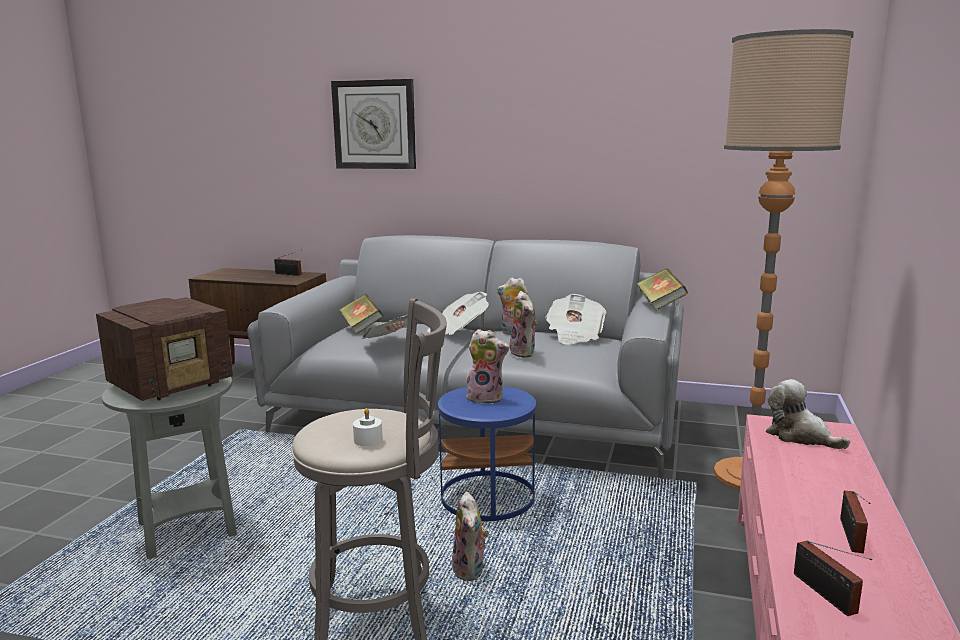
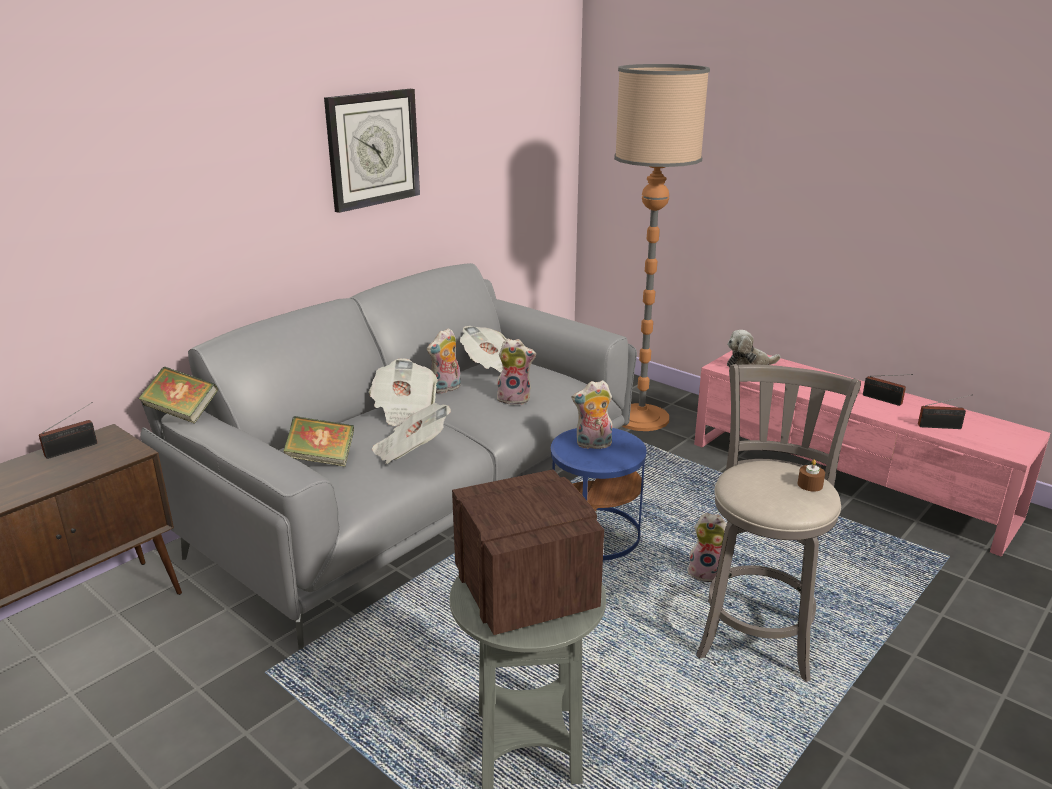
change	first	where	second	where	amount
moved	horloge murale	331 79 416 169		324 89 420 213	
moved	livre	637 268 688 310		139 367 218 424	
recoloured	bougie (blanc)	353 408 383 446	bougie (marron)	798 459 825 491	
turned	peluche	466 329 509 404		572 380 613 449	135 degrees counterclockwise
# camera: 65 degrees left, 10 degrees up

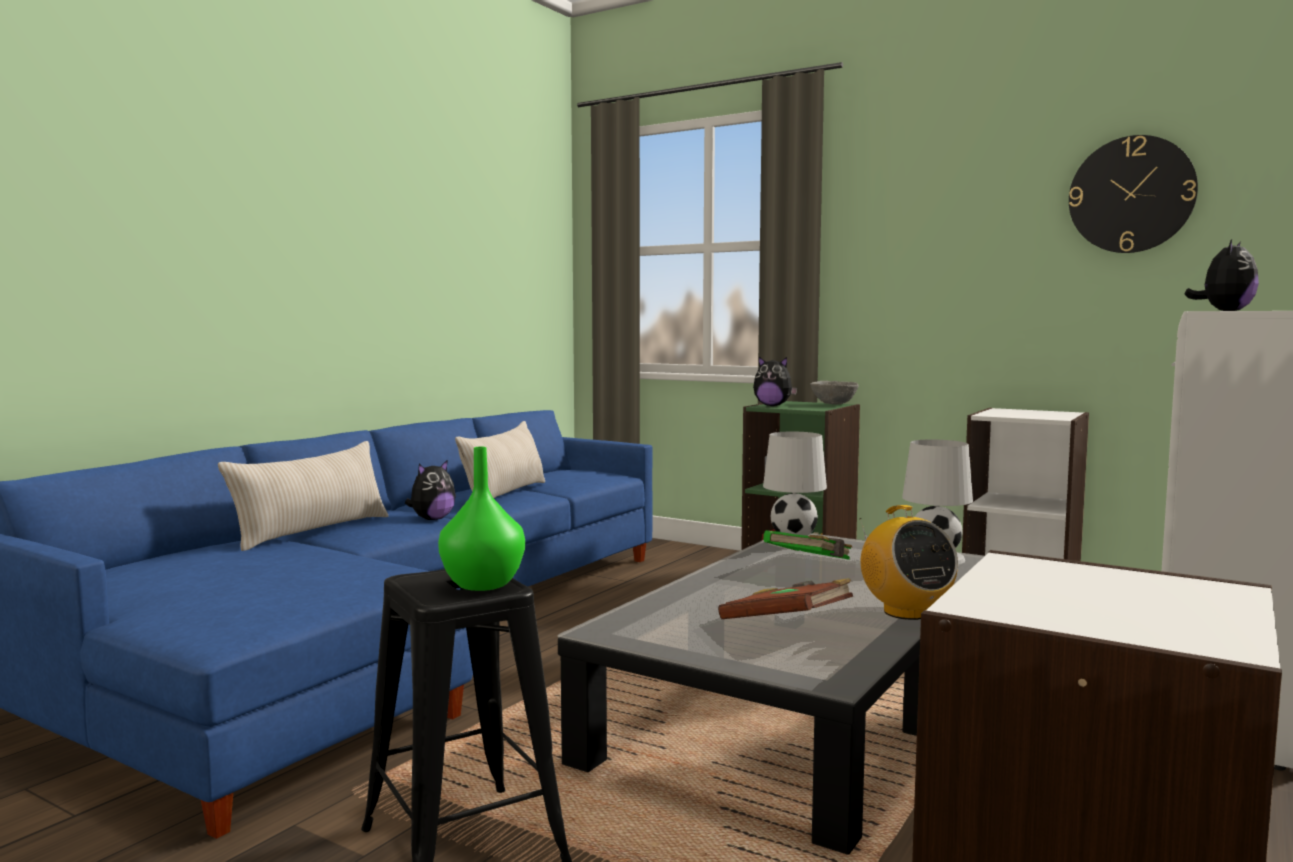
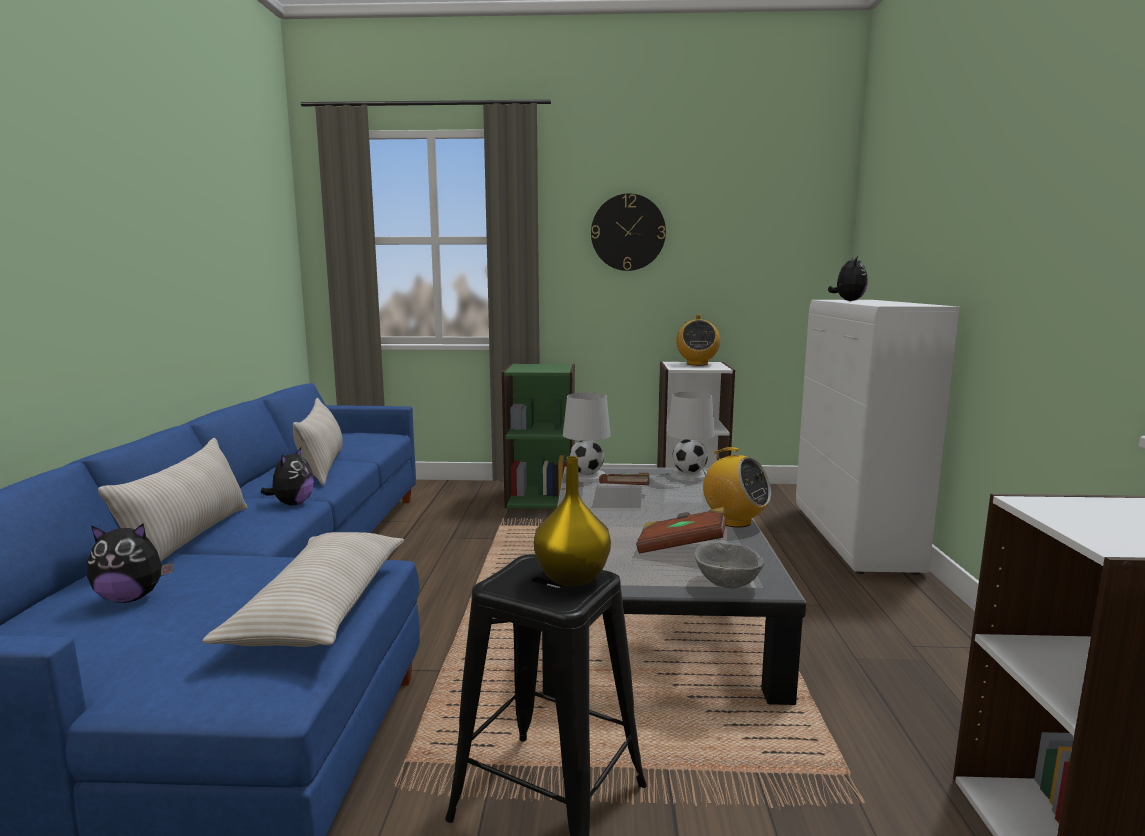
change	first	where	second	where	amount
added			coussin (beige)	202 532 404 647	
added			radio	676 314 720 366	
moved	peluche	753 357 798 406		87 523 174 603	
moved	bol (gris)	810 381 859 405		694 542 764 588	
moved	horloge murale	1069 135 1198 253		591 193 666 271	
recoloured	vase (vert)	438 447 525 591	vase (jaune)	534 456 611 586	
recoloured	livre (vert)	763 530 852 560	livre (marron)	599 473 650 485	
# camera: 30 degrees left, 5 degrees up

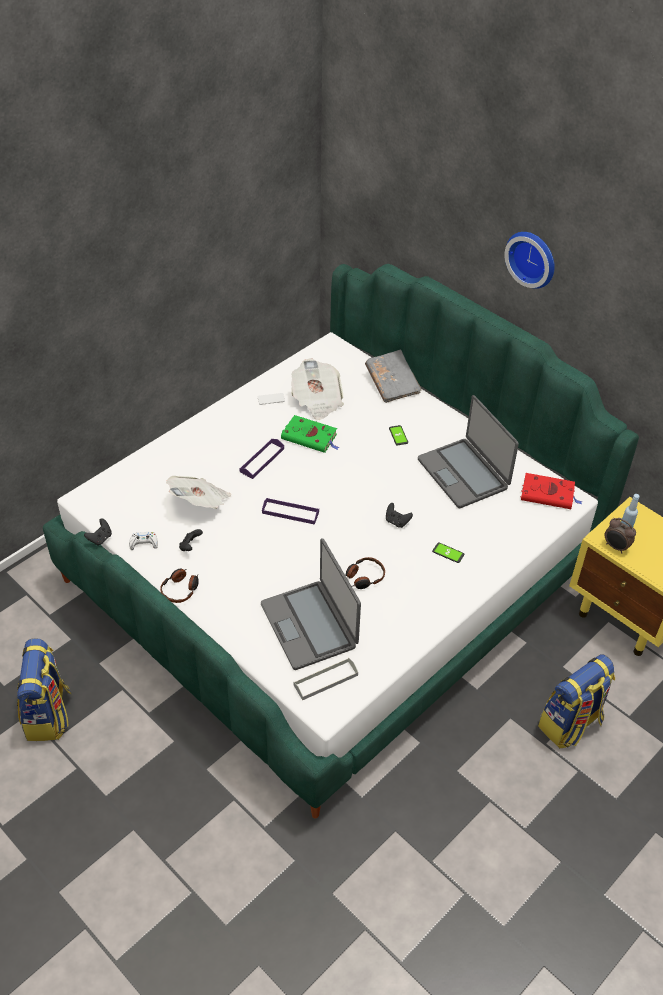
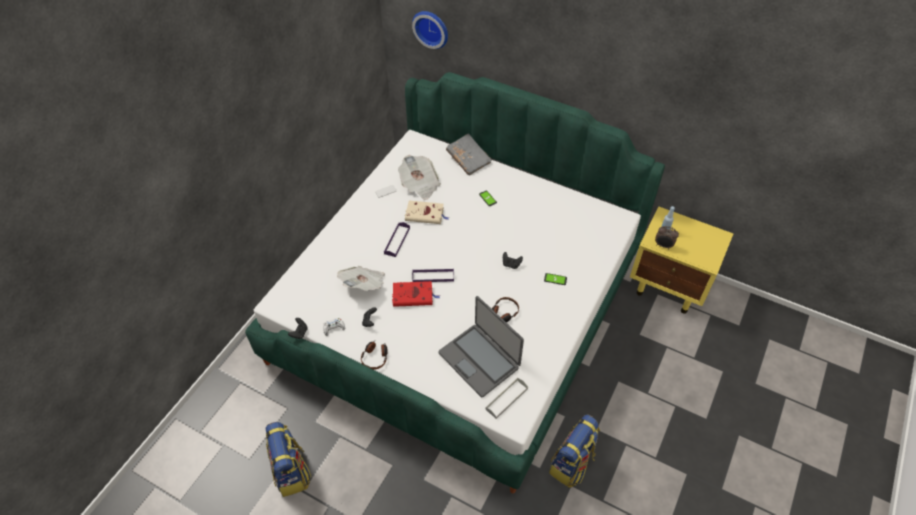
change	first	where	second	where	amount
removed	ordinateur portable	418 395 519 508			
moved	horloge murale	504 232 555 289		412 11 448 49	
moved	livre (rouge)	520 473 582 509		392 281 440 307	
moved	sac à dos	538 654 615 748		549 415 600 488	
recoloured	livre (vert)	281 415 339 453	livre (beige)	405 200 449 224	
# camera: 15 degrees left, 5 degrees up

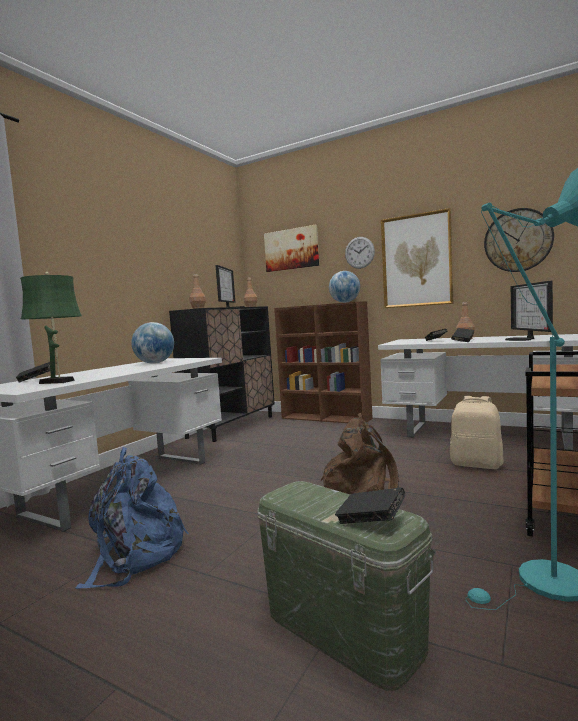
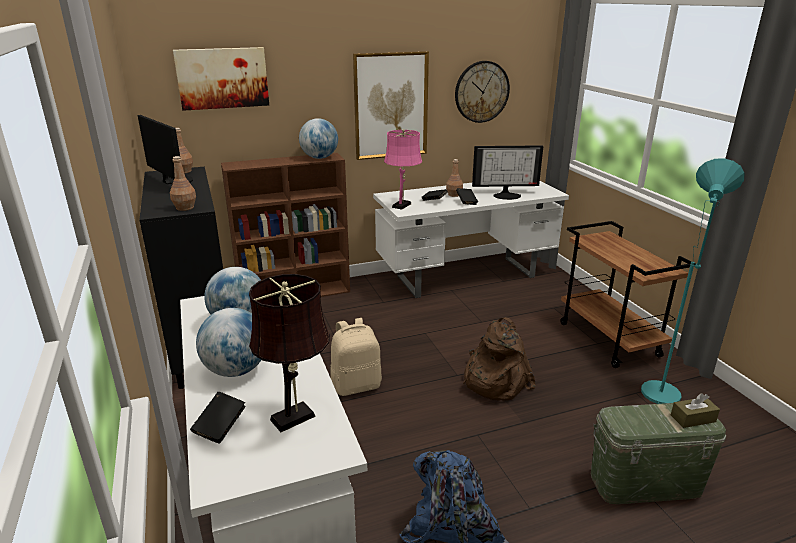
change	first	where	second	where	amount
removed	horloge murale	345 237 375 269			
added			globe	196 308 261 377	
added			lampe de table (rose)	384 129 422 210	
moved	sac à dos (beige)	450 396 504 469		330 318 382 396	
replaced	livre (noir)	335 487 406 524	boîte à mouchoirs (marron)	671 393 720 428	
recoloured	lampe de table (vert)	20 272 82 384	lampe de table (marron)	249 274 330 432	
turned	écran d'ordinateur	505 281 553 341		472 145 543 200	45 degrees counterclockwise
# camera: 50 degrees left, 20 degrees up

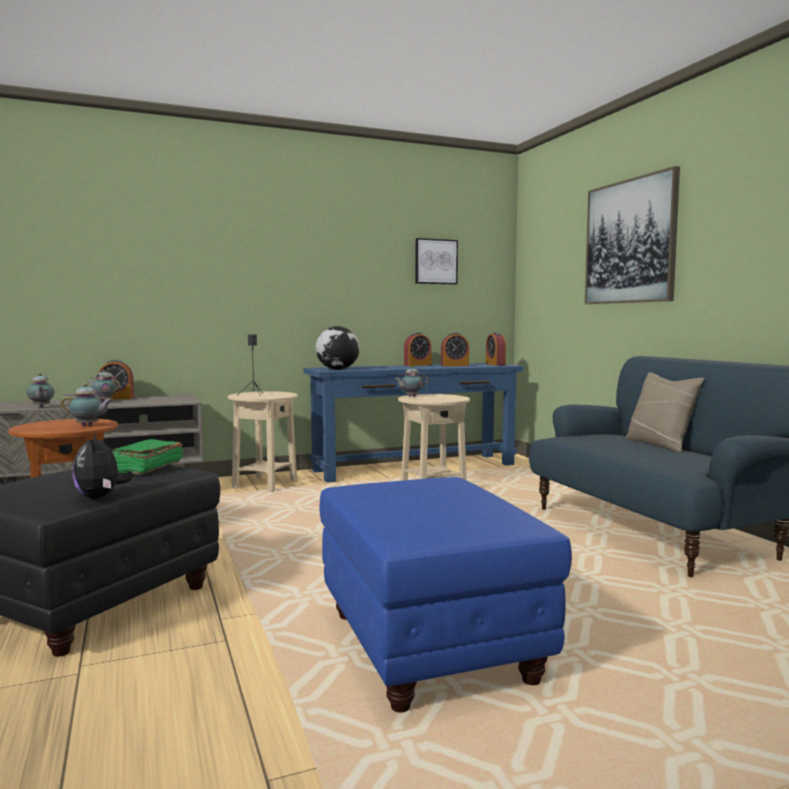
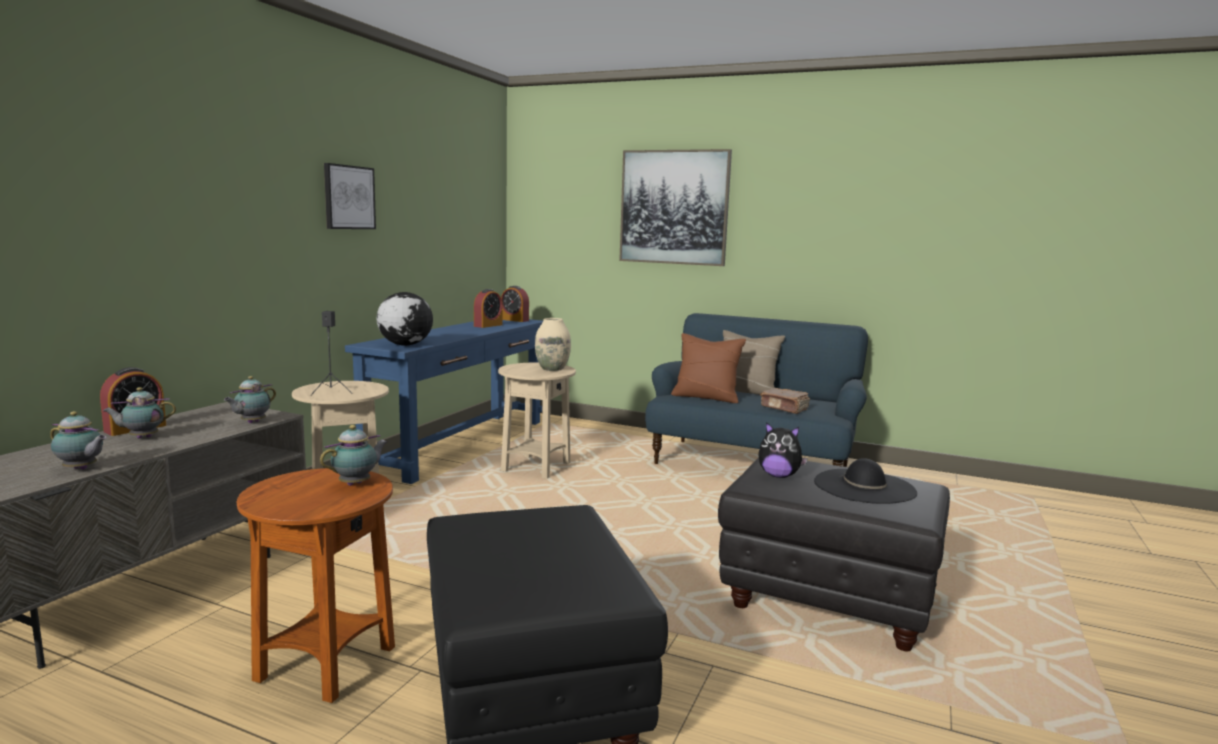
change	first	where	second	where	amount
removed	livre (vert)	112 439 183 475			
removed	réveil	404 332 431 366			
added			vase (beige)	535 318 571 371	
added			coussin (marron)	671 333 746 403	
added			livre (marron)	760 388 810 414	
added			chapeau (noir)	814 458 917 504	
moved	peluche	72 432 133 499		758 422 808 478	
moved	théière	394 366 429 397		224 376 276 423	
moved	tableau	415 238 458 284		324 163 376 229	
recoloured	pouf (bleu)	320 477 572 713	pouf (noir)	718 457 950 651	
# camera: 45 degrees left, 5 degrees up

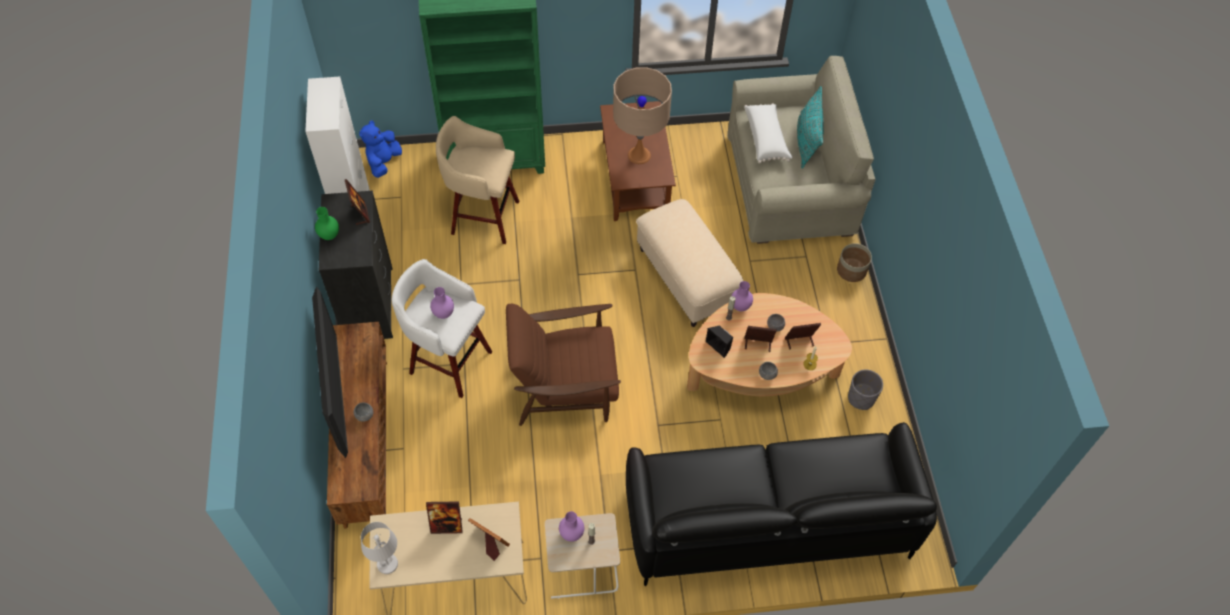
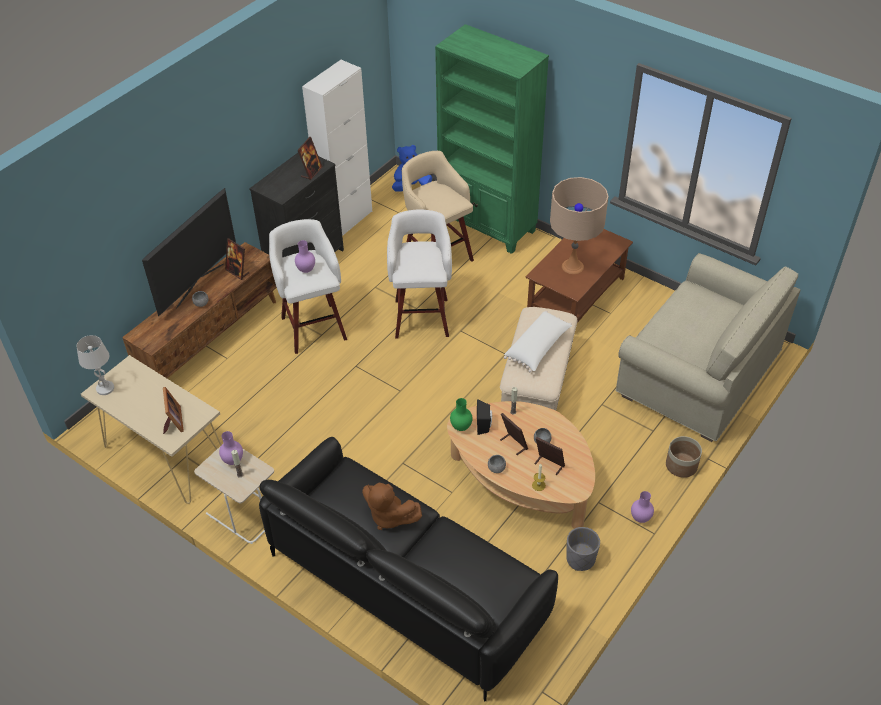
change	first	where	second	where	amount
removed	fauteuil (marron)	506 304 621 426			
removed	coussin (turquoise)	797 86 824 169			
added			peluche (marron)	362 483 422 530	
added			tabouret (blanc)	387 209 452 338	
moved	vase (vert)	315 207 339 240		450 398 473 431	
moved	cadre photo	426 501 463 534		225 238 249 280	
moved	vase (violet)	731 281 753 311		631 491 654 523	
moved	coussin (blanc)	744 103 793 164		504 311 572 372	
# camera: 45 degrees right, 10 degrees down

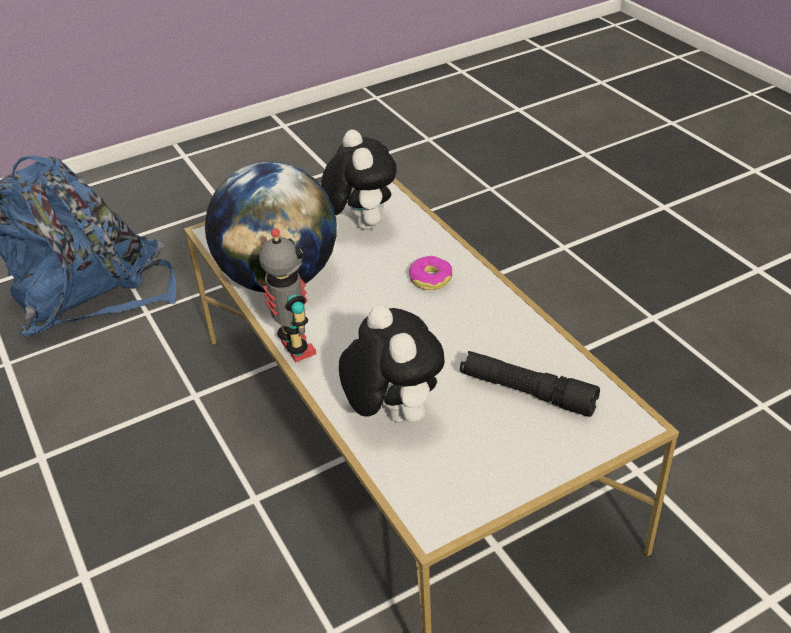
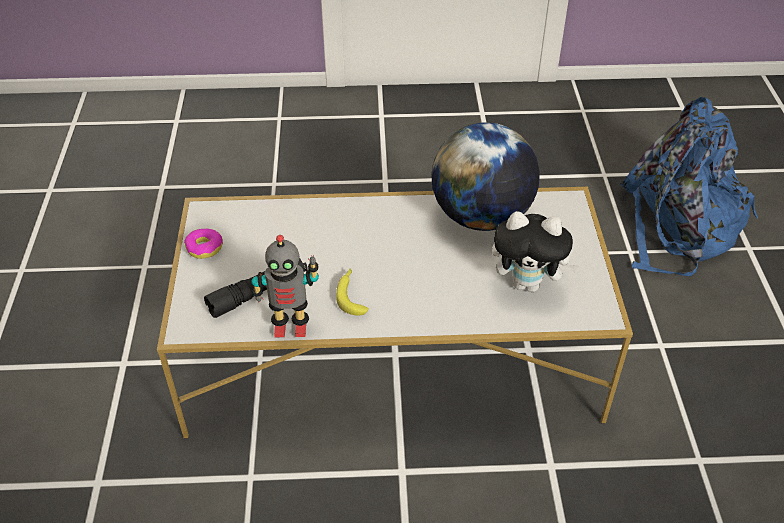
change	first	where	second	where	amount
removed	peluche	339 305 445 423			
added			banane	336 268 369 316	
moved	robot jouet	259 228 316 362		251 235 319 337	
moved	beignet	409 256 453 290		184 229 223 259	
# camera: 115 degrees right, 5 degrees up

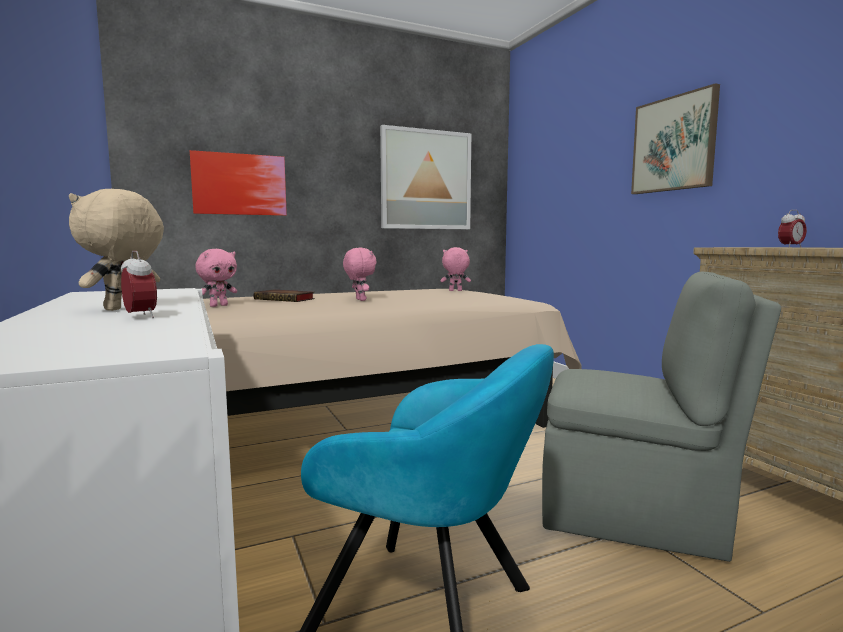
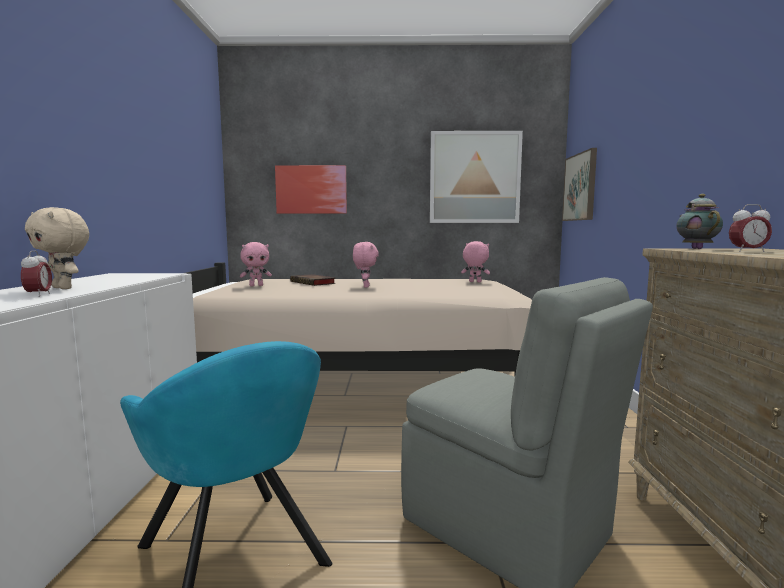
change	first	where	second	where	amount
added			théière	676 194 723 249	
moved	tableau	631 83 720 194		562 148 597 221	
turned	peluche (beige)	69 189 164 311		25 207 89 289	105 degrees counterclockwise
# camera: 25 degrees right, 0 degrees up

